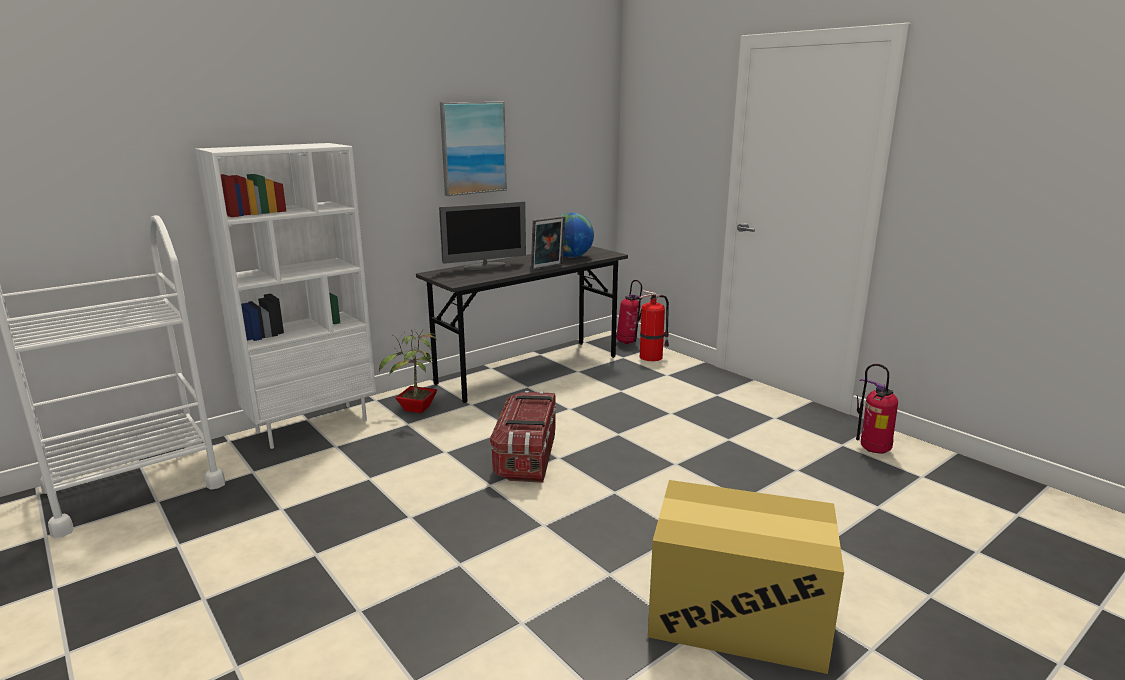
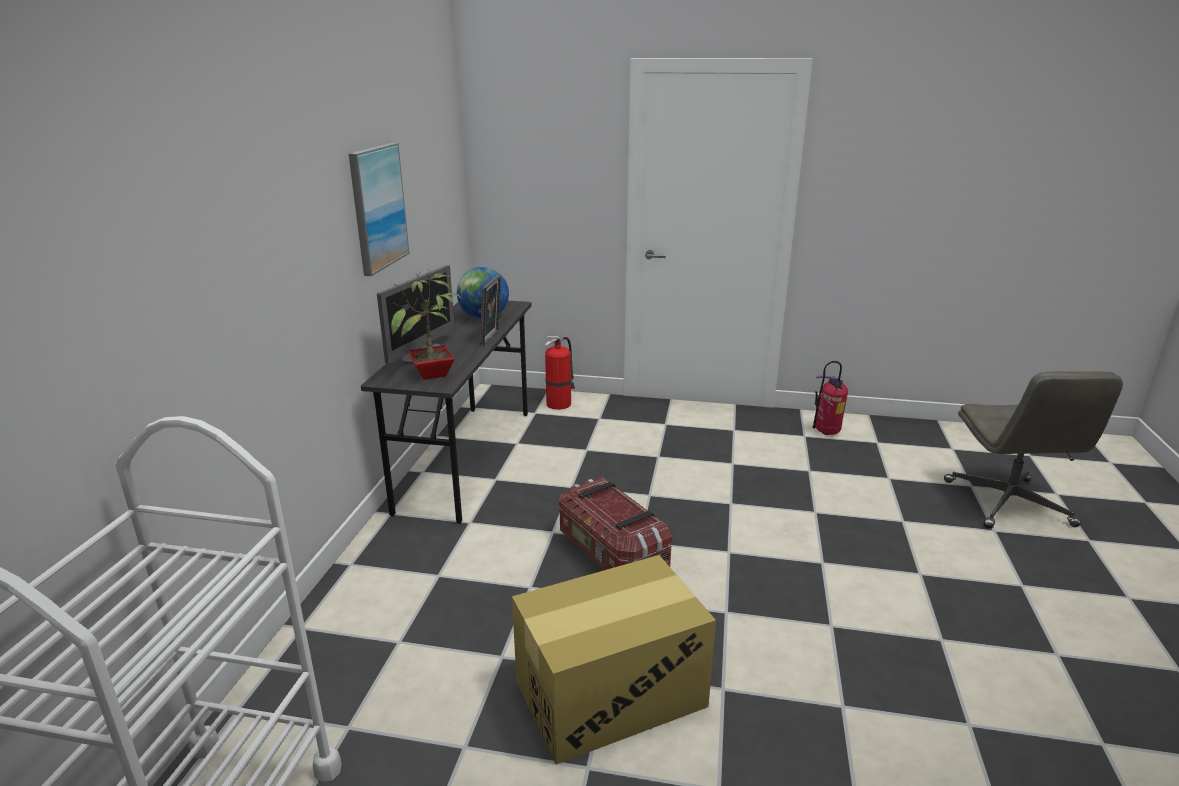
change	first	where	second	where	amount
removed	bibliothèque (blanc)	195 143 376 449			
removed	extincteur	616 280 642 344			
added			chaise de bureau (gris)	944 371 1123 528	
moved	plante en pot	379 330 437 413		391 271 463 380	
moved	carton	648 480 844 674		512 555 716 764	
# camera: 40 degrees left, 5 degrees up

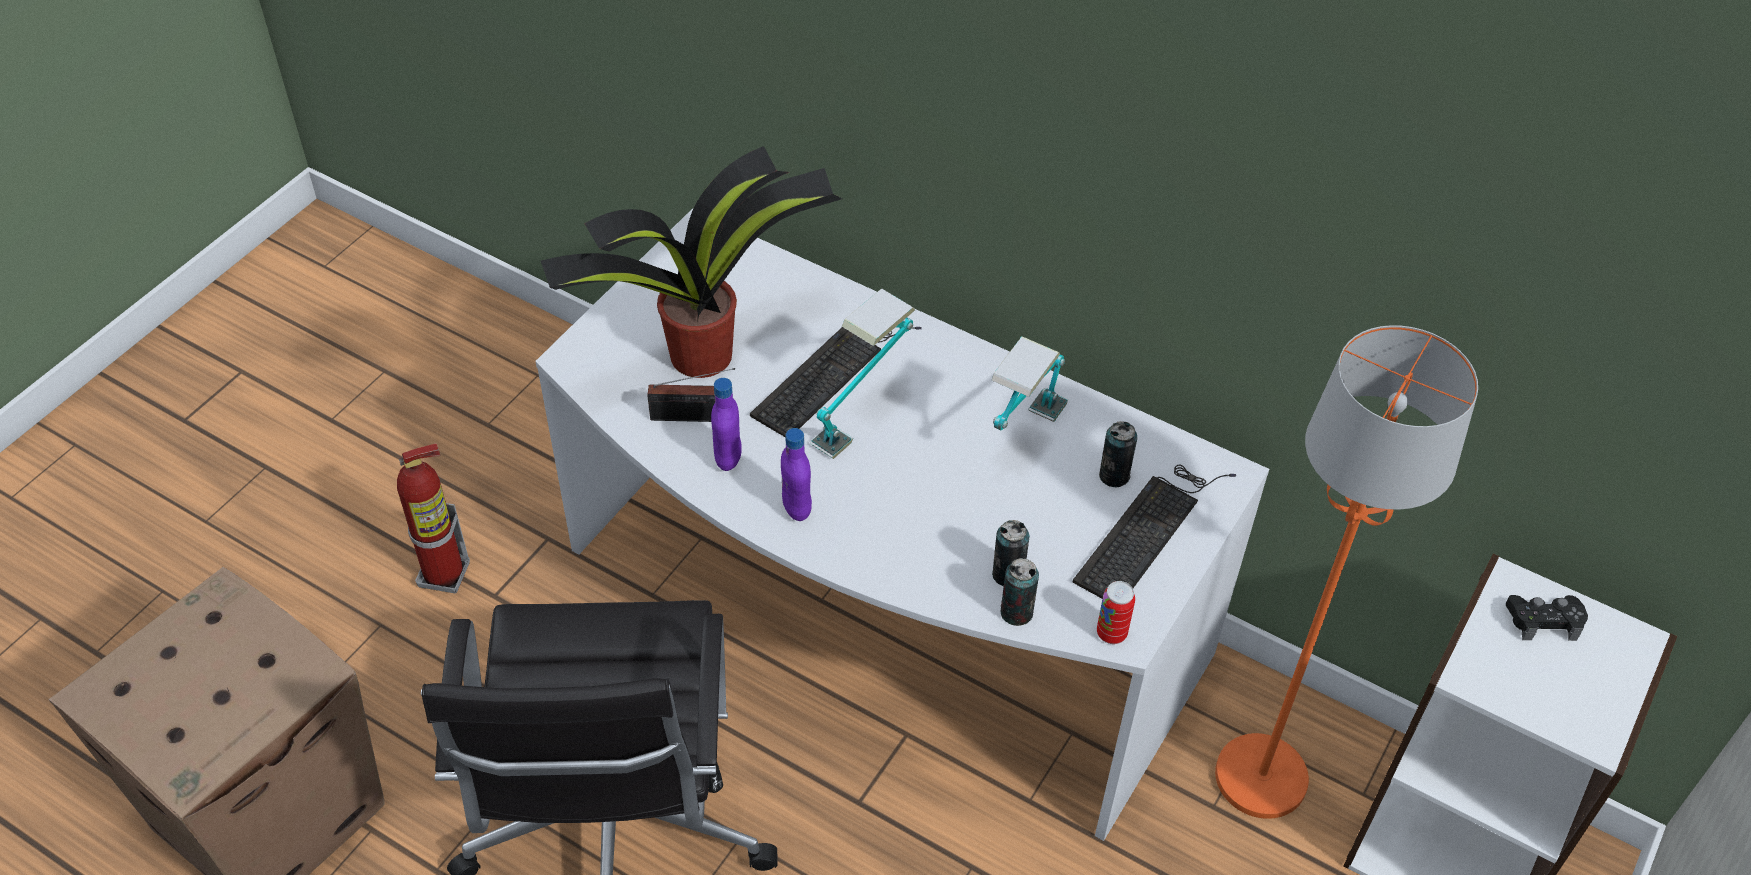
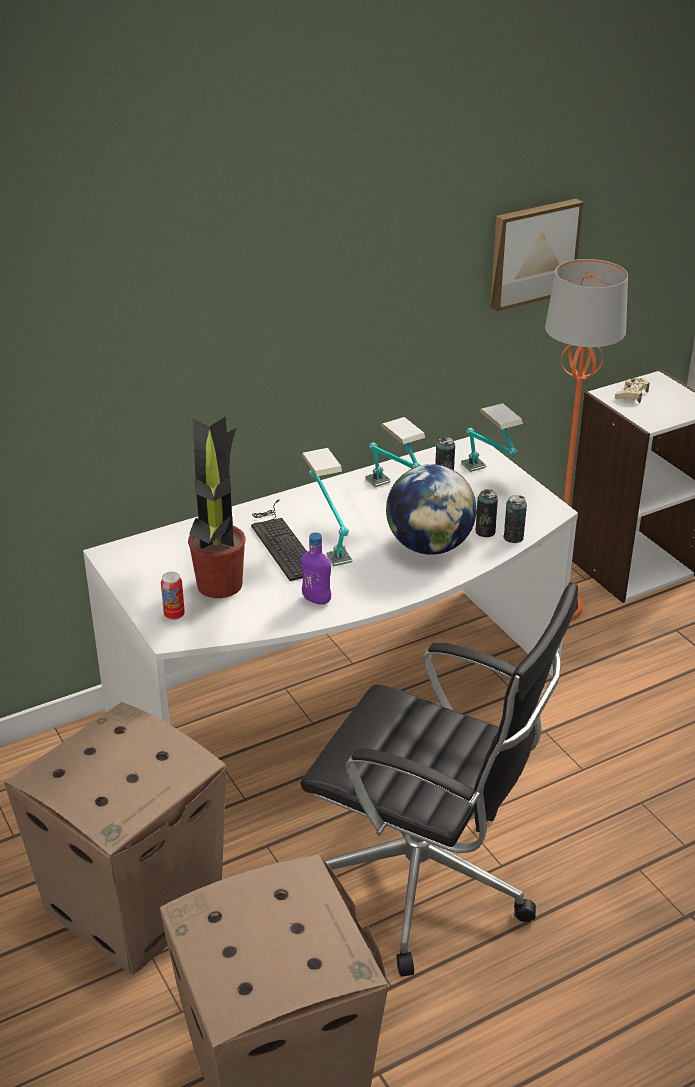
change	first	where	second	where	amount
removed	radio	647 368 735 422			
removed	bouteille (violet)	781 428 812 521			
added			globe	386 464 477 555	
added			tableau	490 199 583 311	
moved	boîte métallique	1097 581 1135 644		161 572 185 620	
replaced	extincteur	397 443 470 593	carton	4 702 226 975	
replaced	clavier	1072 464 1236 599	lampe de table	461 403 523 472	
recoloured	manette (noir)	1506 595 1588 641	manette (beige)	615 377 650 403	
# camera: 60 degrees left, 15 degrees down

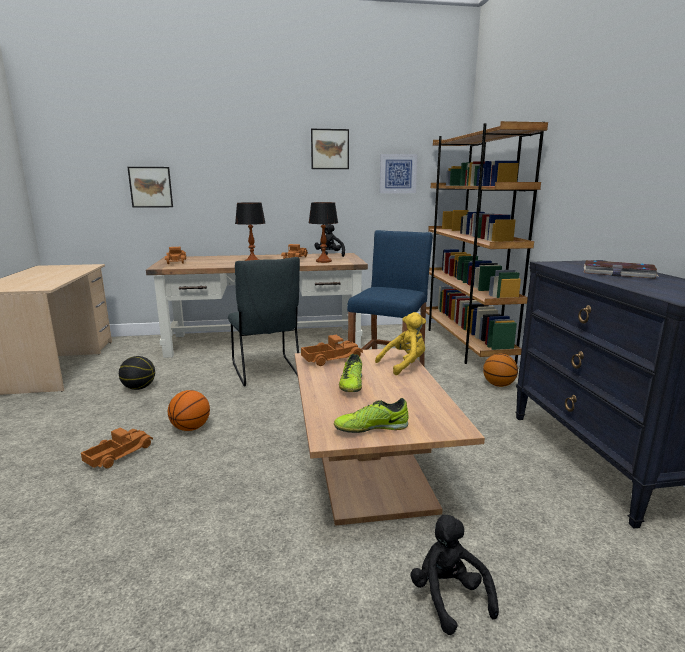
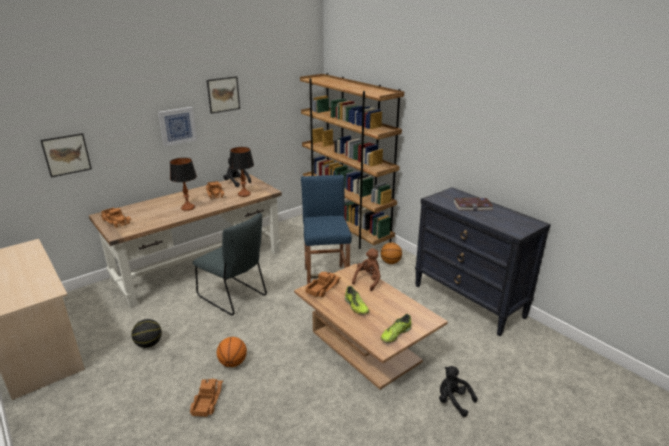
change	first	where	second	where	amount
moved	tableau	380 154 418 193		158 107 197 147	
recoloured	peluche (jaune)	375 312 426 375	peluche (marron)	352 248 381 291	
# camera: 30 degrees left, 10 degrees up

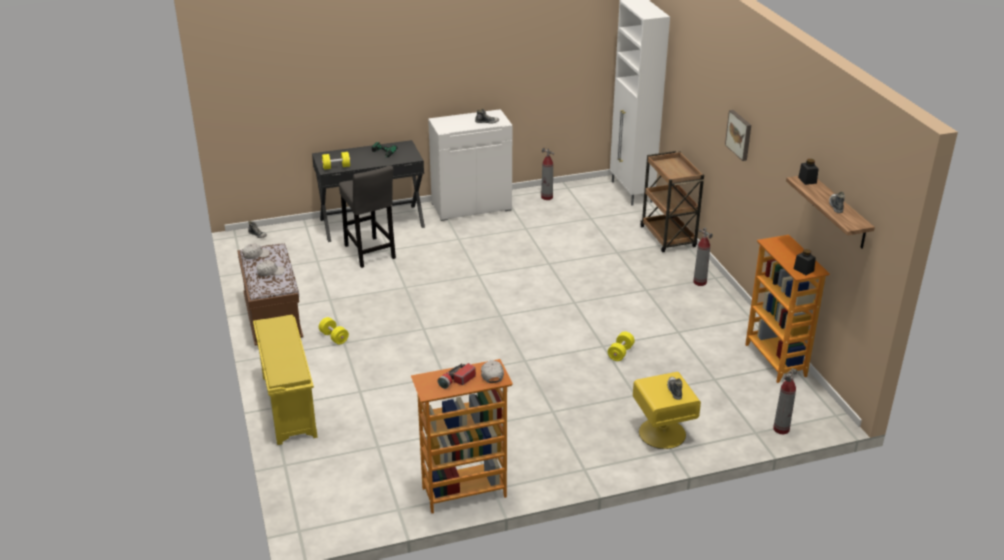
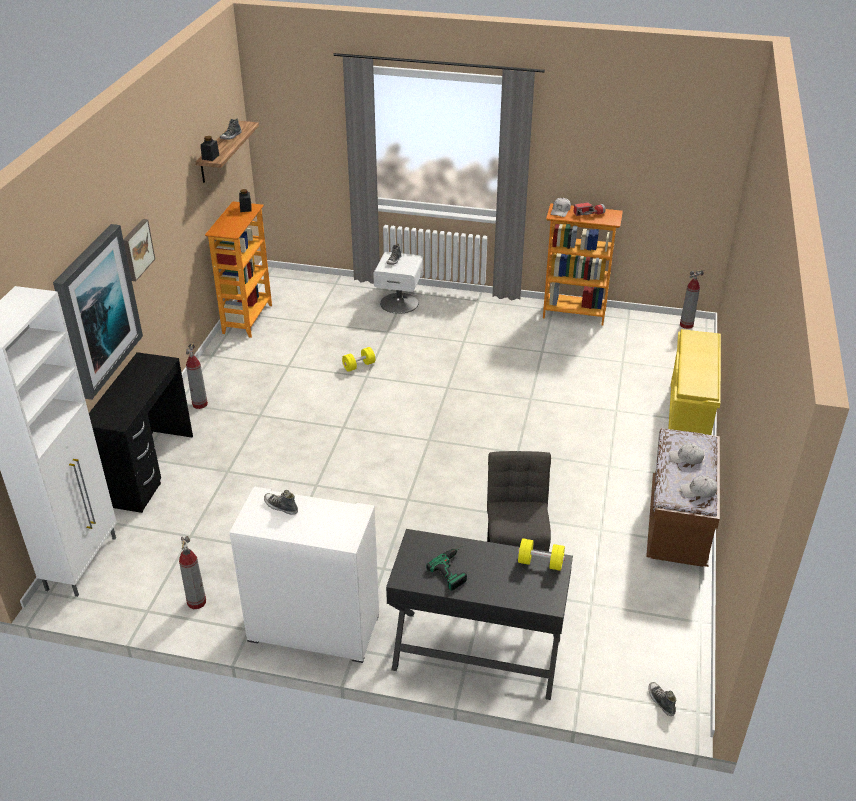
change	first	where	second	where	amount
removed	haltère (jaune)	319 317 349 345			
added			tableau	53 224 143 400	
moved	extincteur	773 368 797 435		680 270 704 329	
replaced	chariot (marron)	640 151 704 252	bureau (noir)	89 352 193 513	
recoloured	table de chevet (jaune)	633 372 701 449	table de chevet (blanc)	373 252 424 314	
# camera: 150 degrees left, 5 degrees up

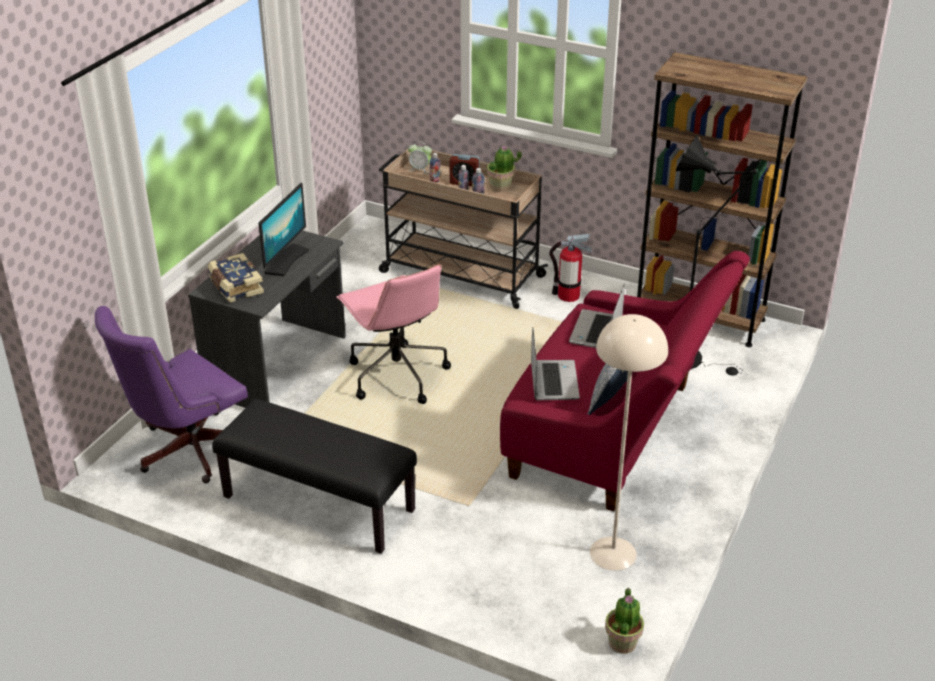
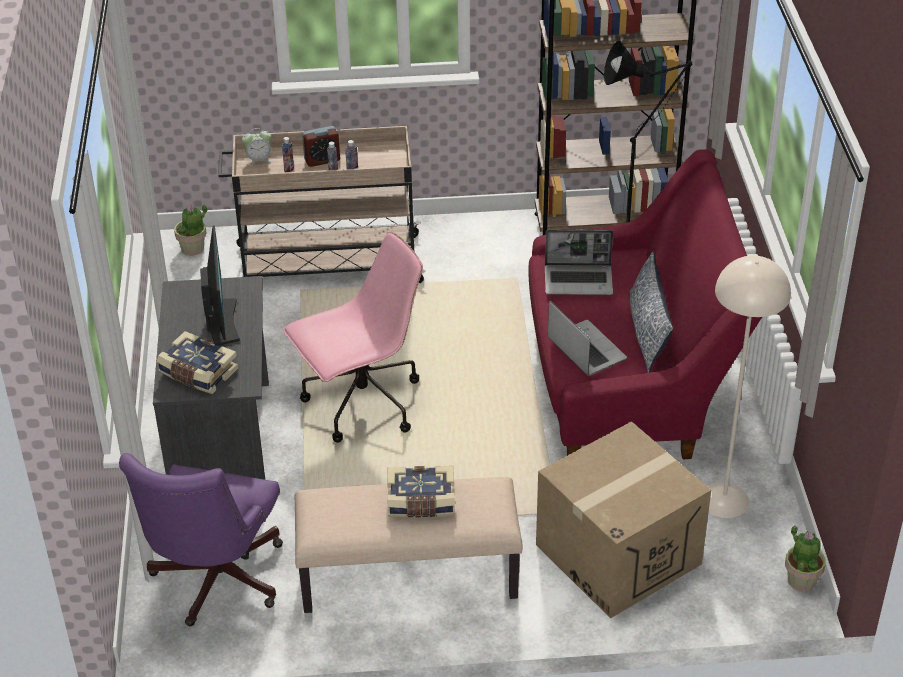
change	first	where	second	where	amount
removed	extincteur	549 234 592 302			
added			livre	387 466 455 517	
added			carton	536 421 711 619	
moved	plante en pot	487 145 522 192		174 204 207 255	
recoloured	banc (noir)	212 399 417 554	banc (beige)	295 477 522 613	
turned	chaise de bureau (rose)	337 264 451 404		283 231 423 443	60 degrees counterclockwise
turned	ordinateur portable	569 284 625 348		545 230 613 295	75 degrees counterclockwise
# camera: 30 degrees left, 5 degrees up

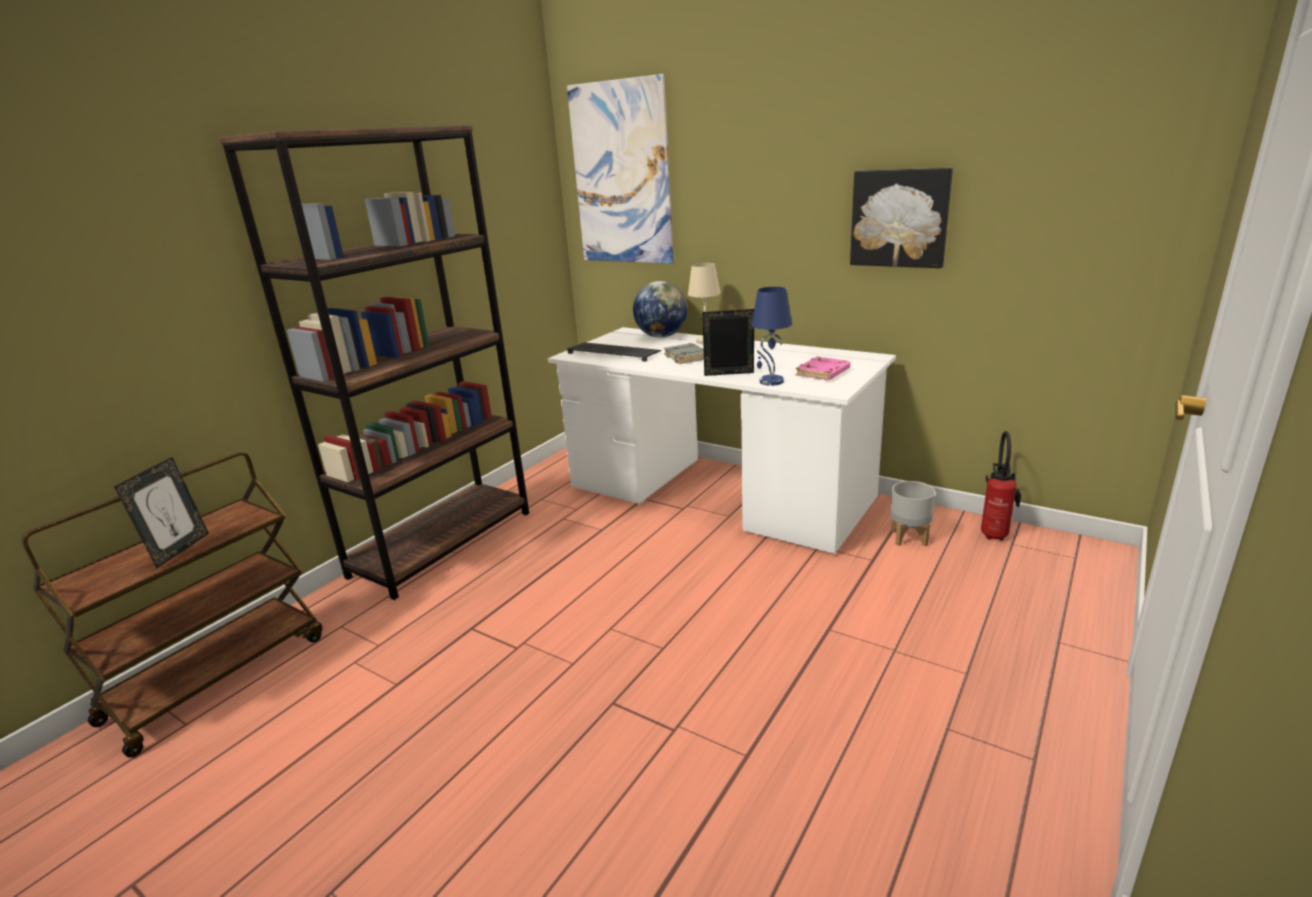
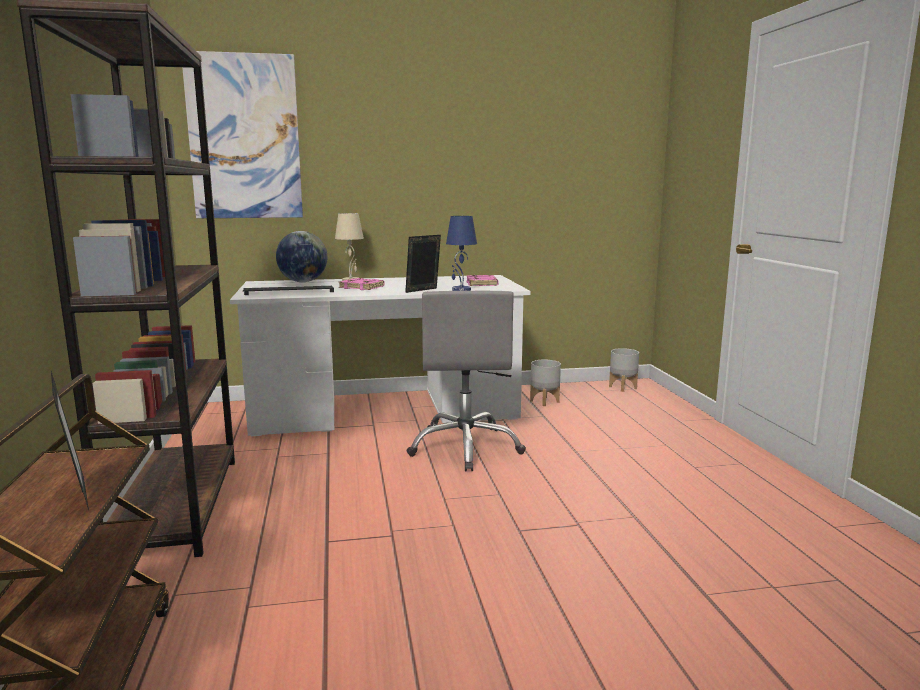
change	first	where	second	where	amount
removed	tableau	850 168 953 268			
removed	extincteur	981 431 1021 541			
added			chaise de bureau (gris)	406 291 526 471	
added			cache-pot (gris)	609 348 639 392	
recoloured	livre (gris)	664 343 704 364	livre (rose)	339 278 385 290	
# camera: 45 degrees left, 10 degrees down

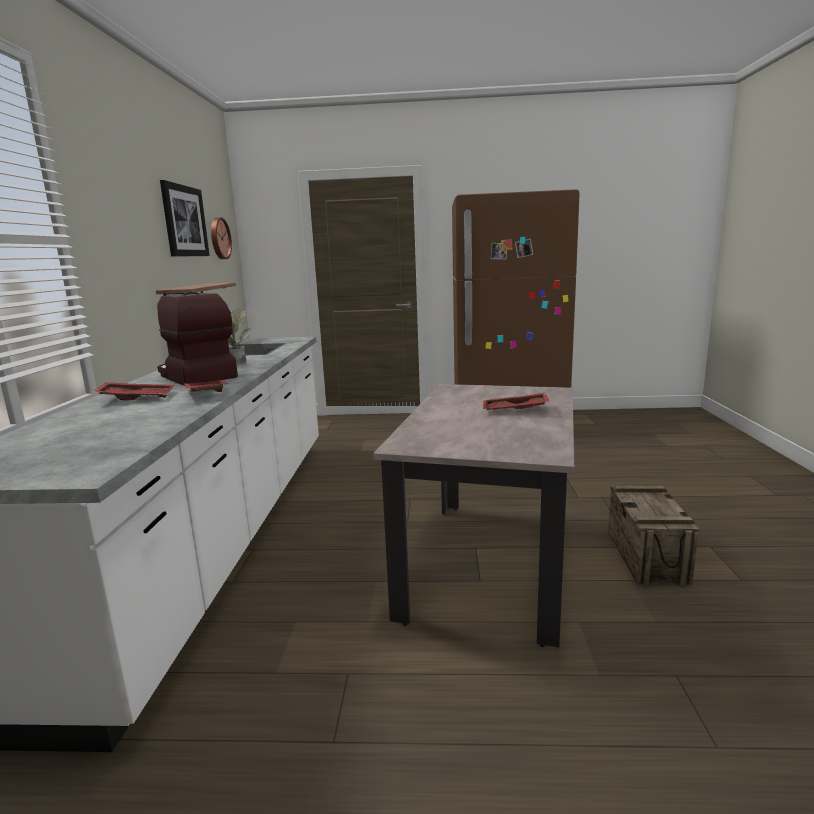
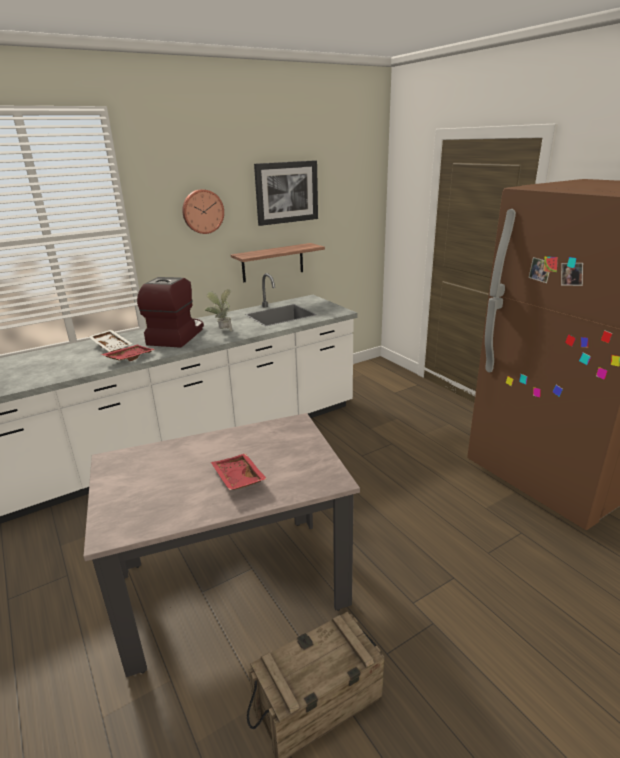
change	first	where	second	where	amount
moved	horloge murale	211 217 232 259		182 189 224 234	
recoloured	plateau (rouge)	93 382 174 400	plateau (blanc)	88 329 132 352	
# camera: 55 degrees right, 10 degrees up

